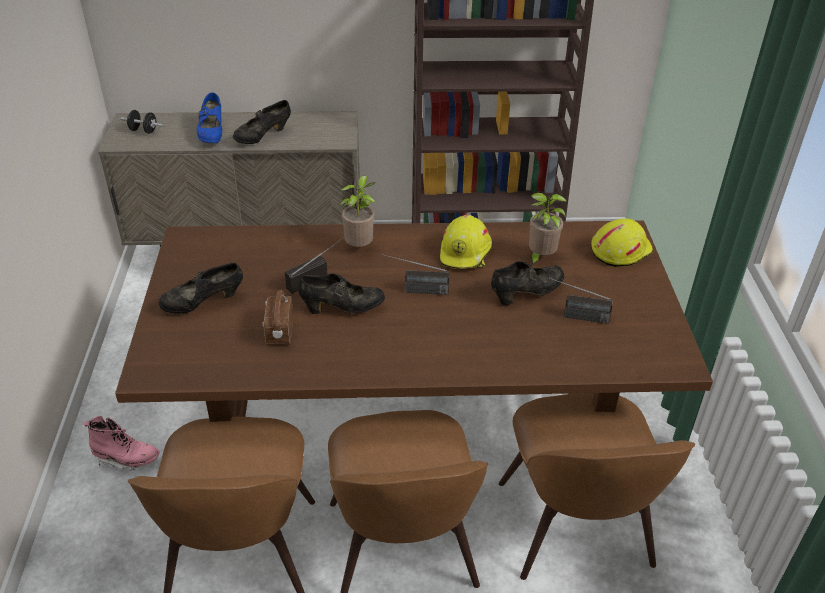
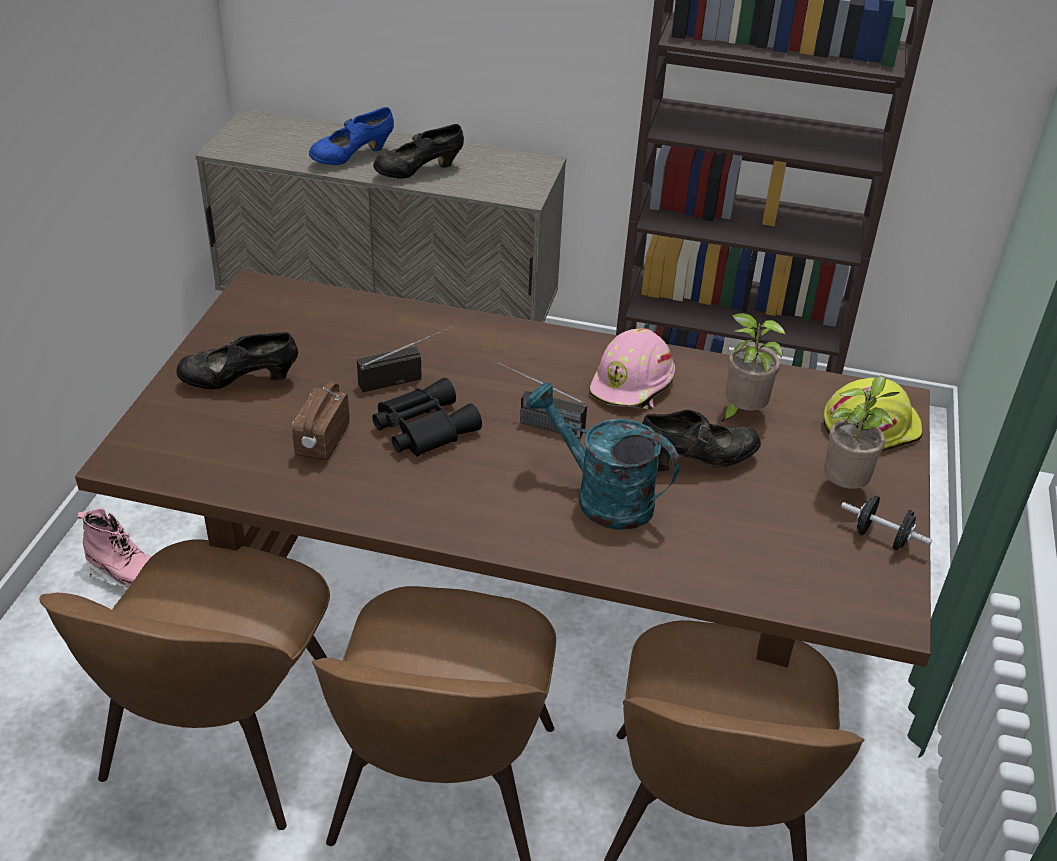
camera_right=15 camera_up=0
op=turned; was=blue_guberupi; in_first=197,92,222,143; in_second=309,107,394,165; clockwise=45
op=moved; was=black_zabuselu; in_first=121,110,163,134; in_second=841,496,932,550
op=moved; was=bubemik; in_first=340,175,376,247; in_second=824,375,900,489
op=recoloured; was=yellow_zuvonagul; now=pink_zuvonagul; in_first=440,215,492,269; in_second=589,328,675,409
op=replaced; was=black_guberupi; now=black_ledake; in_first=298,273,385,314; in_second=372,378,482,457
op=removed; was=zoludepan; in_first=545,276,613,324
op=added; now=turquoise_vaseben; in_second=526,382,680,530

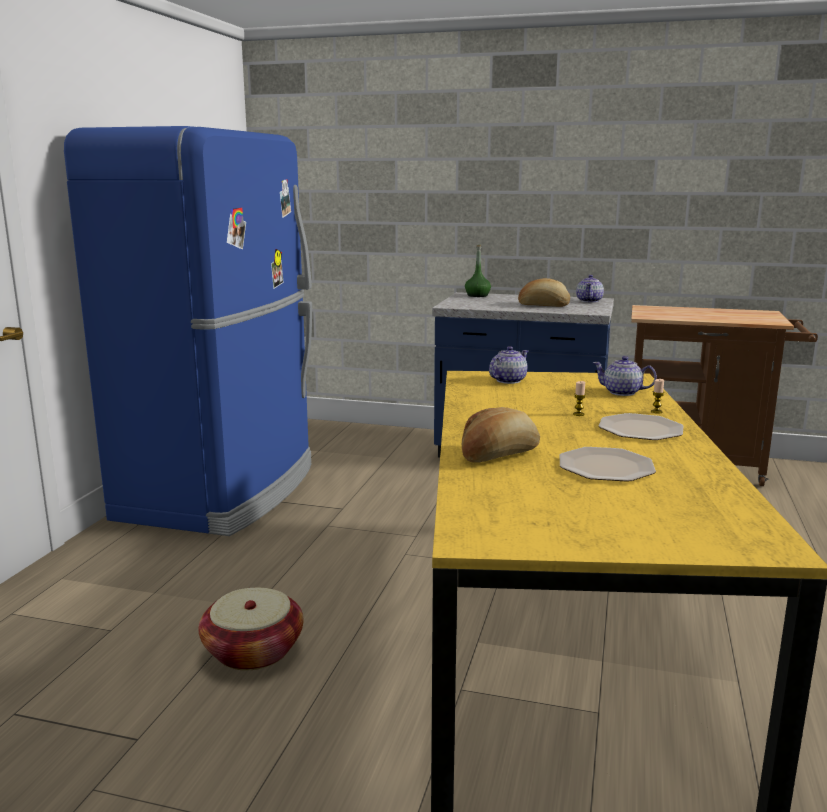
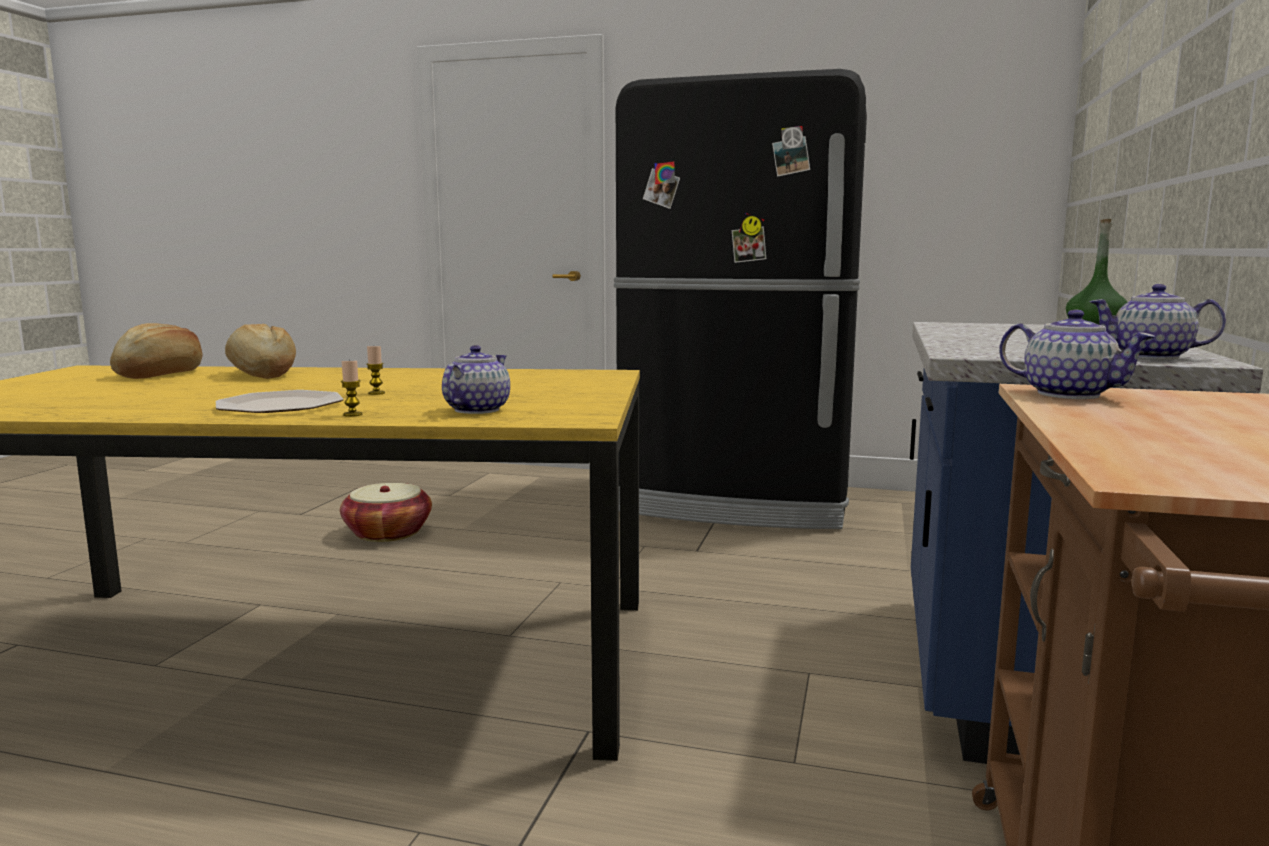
camera_right=90 camera_up=-5
op=recoloured; was=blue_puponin; now=black_puponin; in_first=64,126,312,536; in_second=614,69,867,529
op=moved; was=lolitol; in_first=518,278,570,307; in_second=110,323,203,379
op=moved; was=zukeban; in_first=489,346,528,384; in_second=999,310,1156,399
op=removed; was=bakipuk; in_first=559,447,656,482

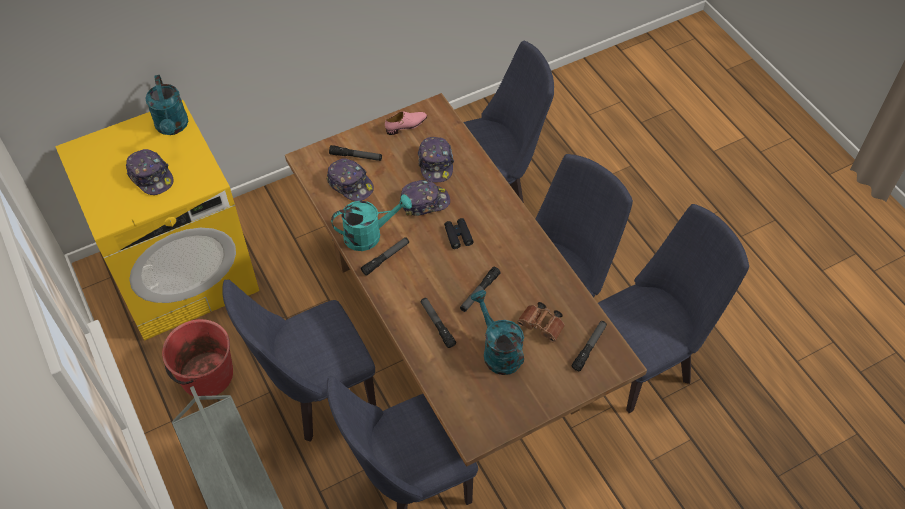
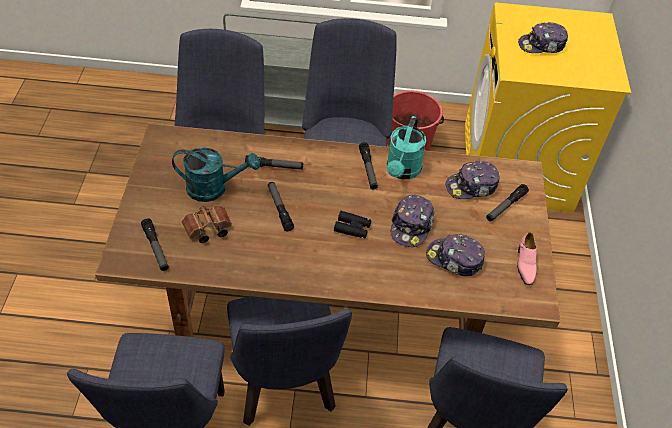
camera_right=120 camera_up=-5
op=removed; was=turquoise_vaseben; in_first=145,75,188,135

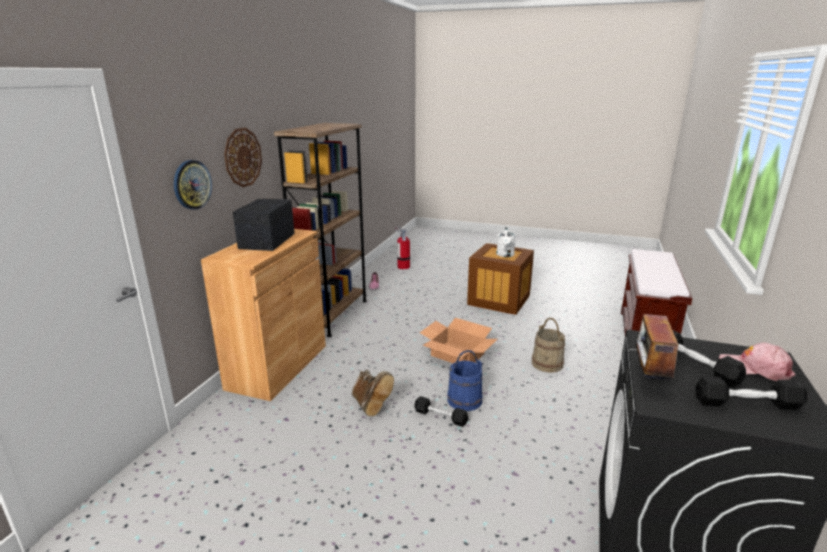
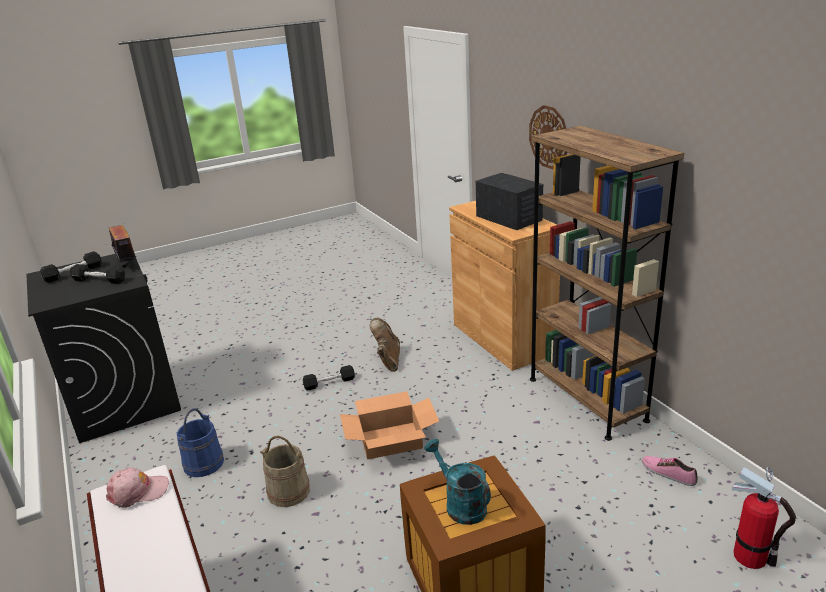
camera_right=135 camera_up=5
op=removed; was=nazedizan; in_first=174,160,212,209
op=recoloured; was=white_vaseben; now=turquoise_vaseben; in_first=496,227,515,257; in_second=424,439,491,525
op=moved; was=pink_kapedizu; in_first=719,342,795,381; in_second=106,468,169,508
op=moved; was=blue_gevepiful; in_first=447,350,484,411; in_second=177,409,224,477
op=turned; was=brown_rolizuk; in_first=352,370,394,416; in_second=369,318,400,372; clockwise=75

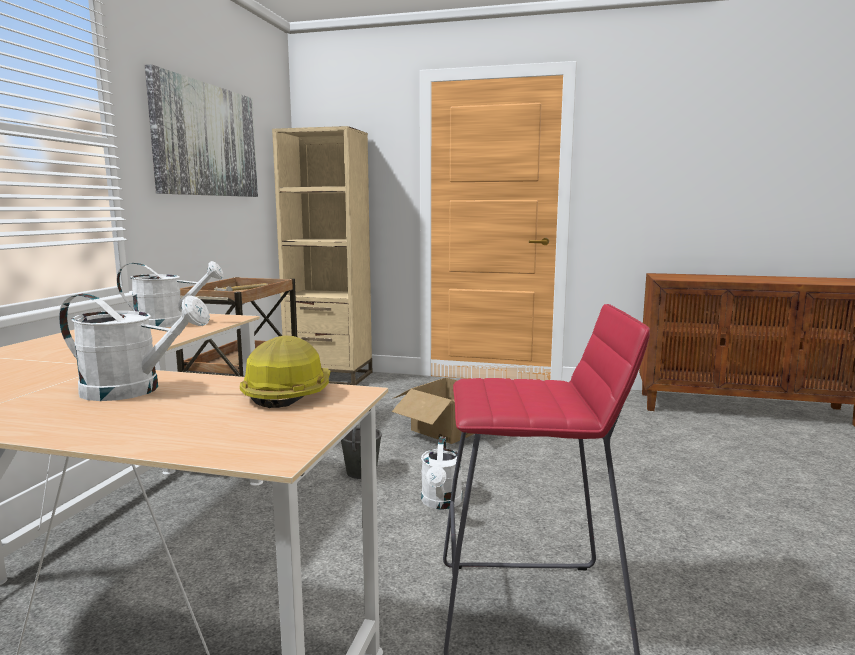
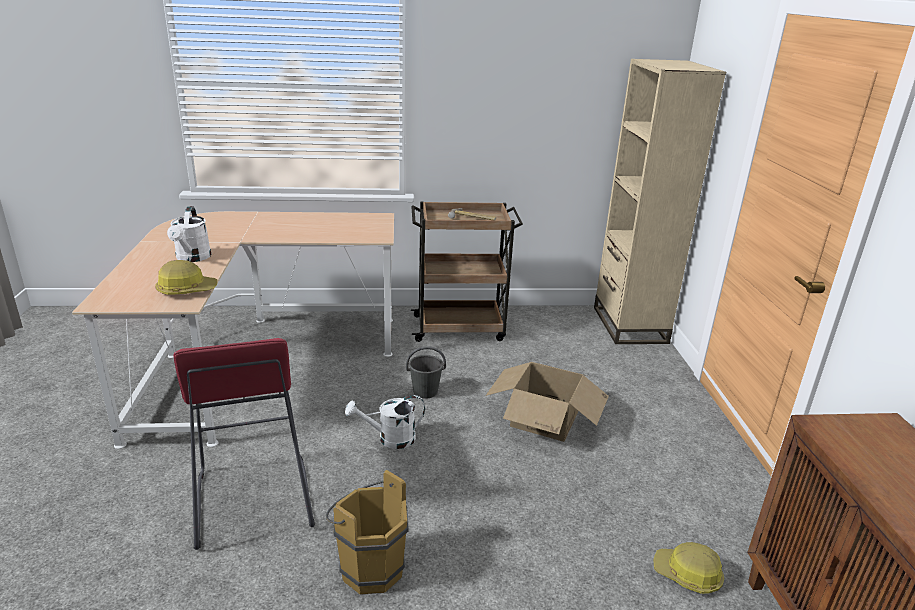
camera_right=70 camera_up=15
op=removed; was=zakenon; in_first=145,64,258,197
op=removed; was=white_vaseben; in_first=116,261,223,328
op=added; now=brown_gevepiful; in_second=326,470,409,595
op=added; now=zuvonagul; in_second=654,542,724,594

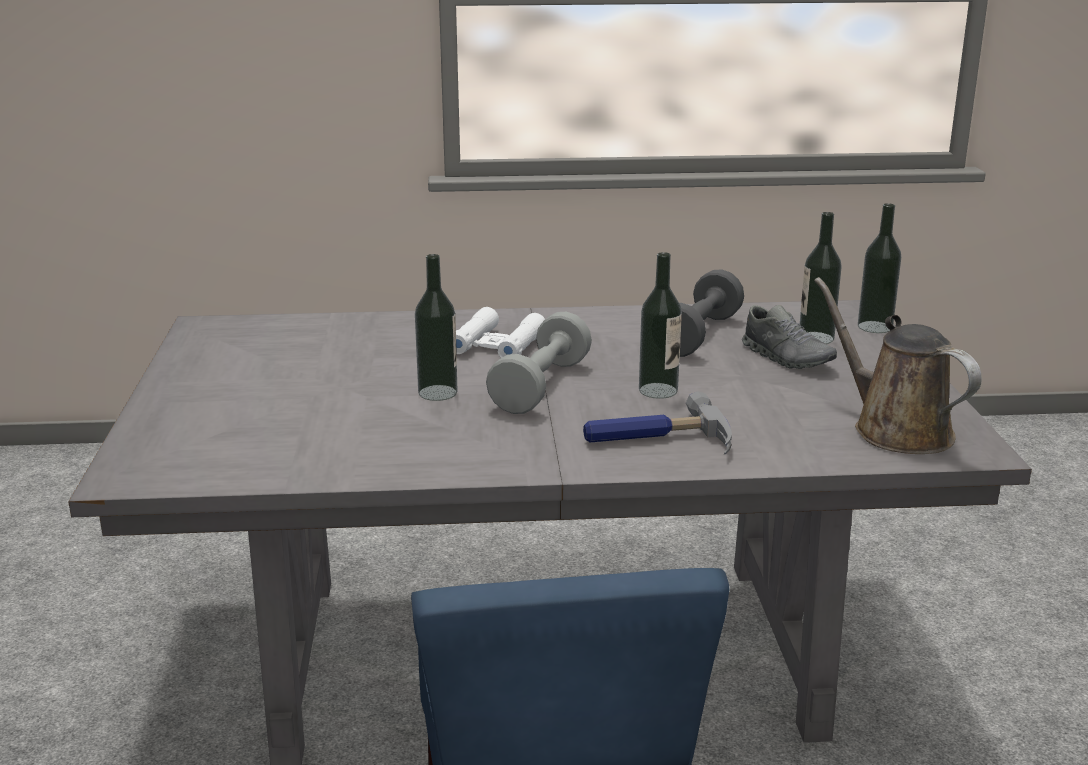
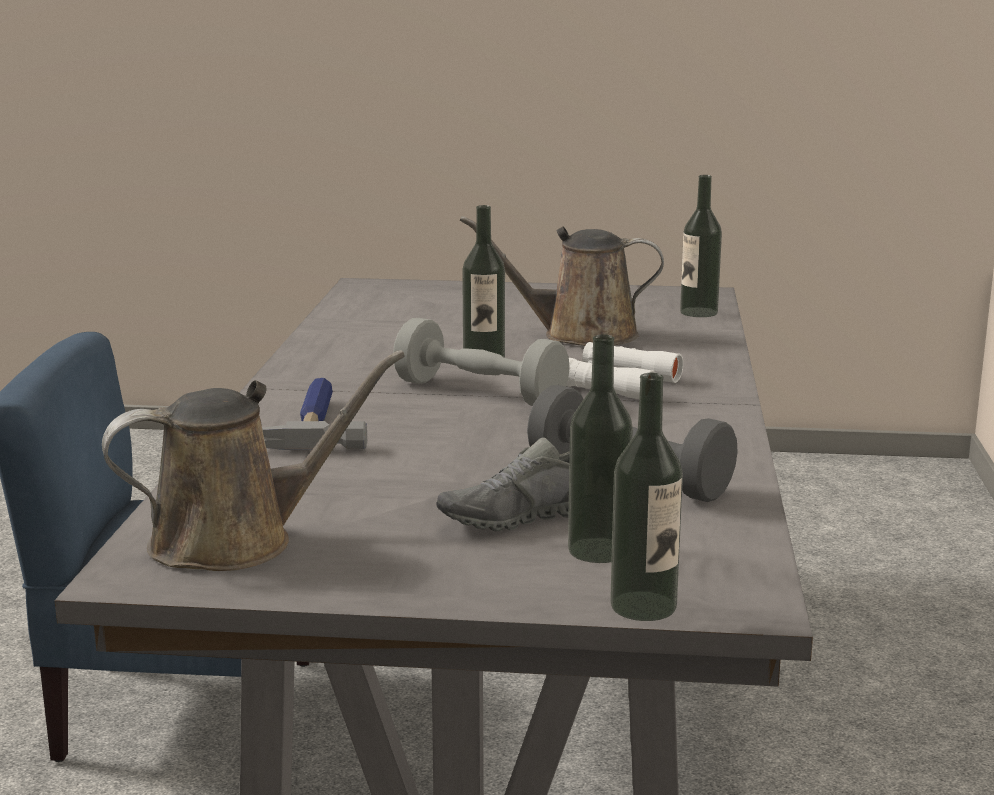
camera_right=100 camera_up=-5
op=moved; was=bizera; in_first=639,252,682,399; in_second=680,175,722,317
op=added; now=brown_vaseben; in_second=460,216,664,346

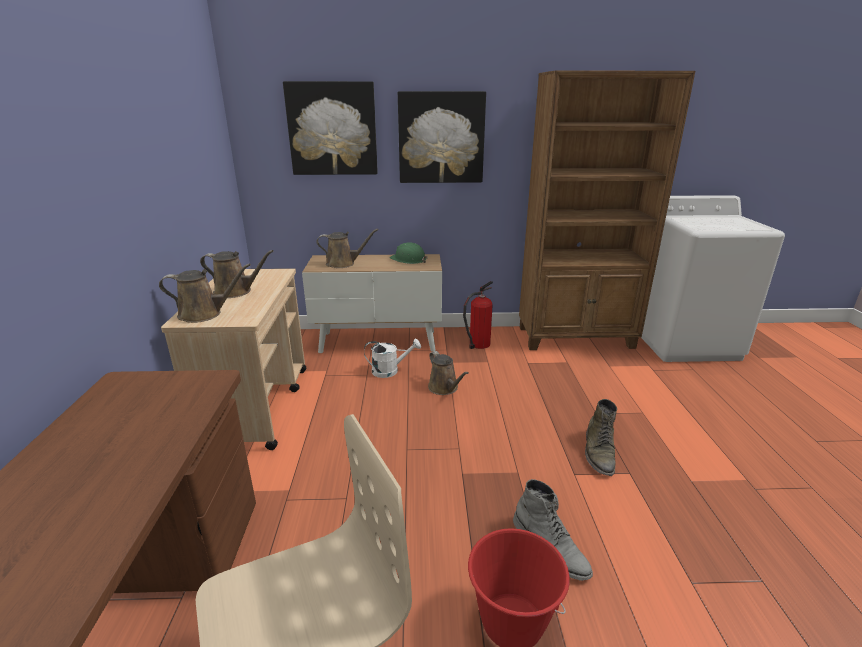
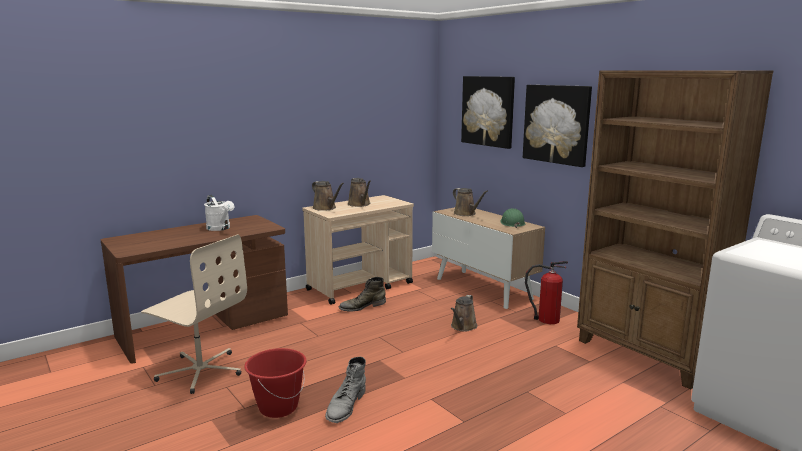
camera_right=55 camera_up=-10
op=moved; was=white_vaseben; in_first=364,339,421,378; in_second=204,195,234,231
op=moved; was=green_rolizuk; in_first=585,399,617,476; in_second=339,277,386,312

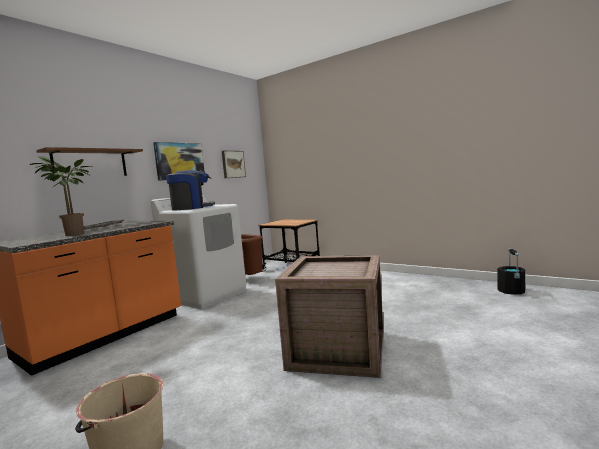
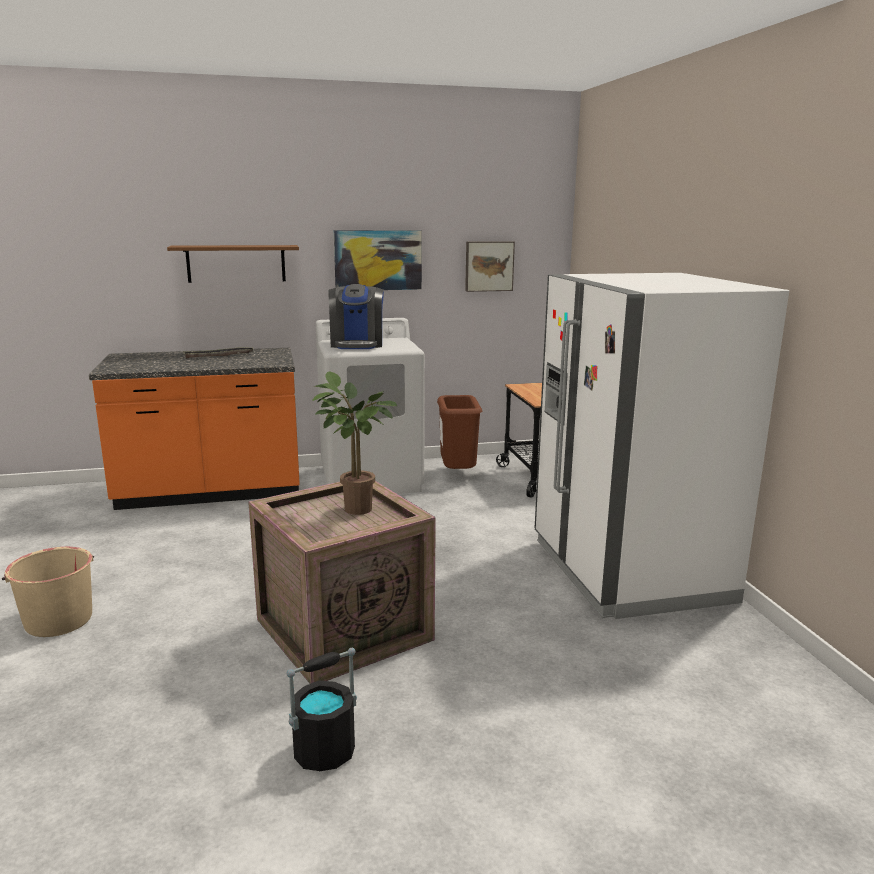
camera_right=40 camera_up=10
op=moved; was=bubemik; in_first=30,156,92,236; in_second=312,371,397,515
op=turned; was=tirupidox; in_first=166,170,215,210; in_second=328,284,384,349; clockwise=60
op=moved; was=black_gevepiful; in_first=497,248,525,295; in_second=287,648,357,772
op=added; now=white_puponin; in_second=535,273,789,619

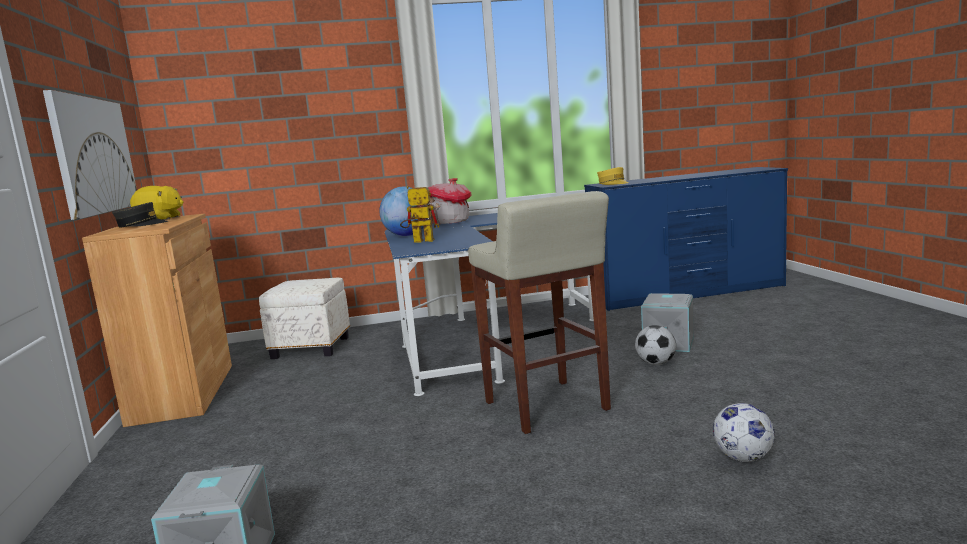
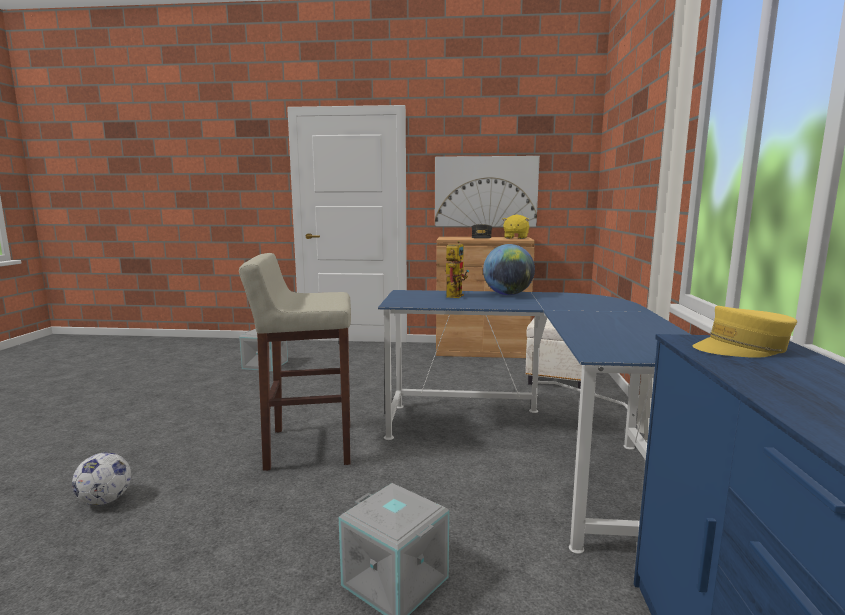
camera_right=105 camera_up=0
op=removed; was=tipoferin; in_first=428,178,472,225
op=removed; was=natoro; in_first=635,325,676,365

